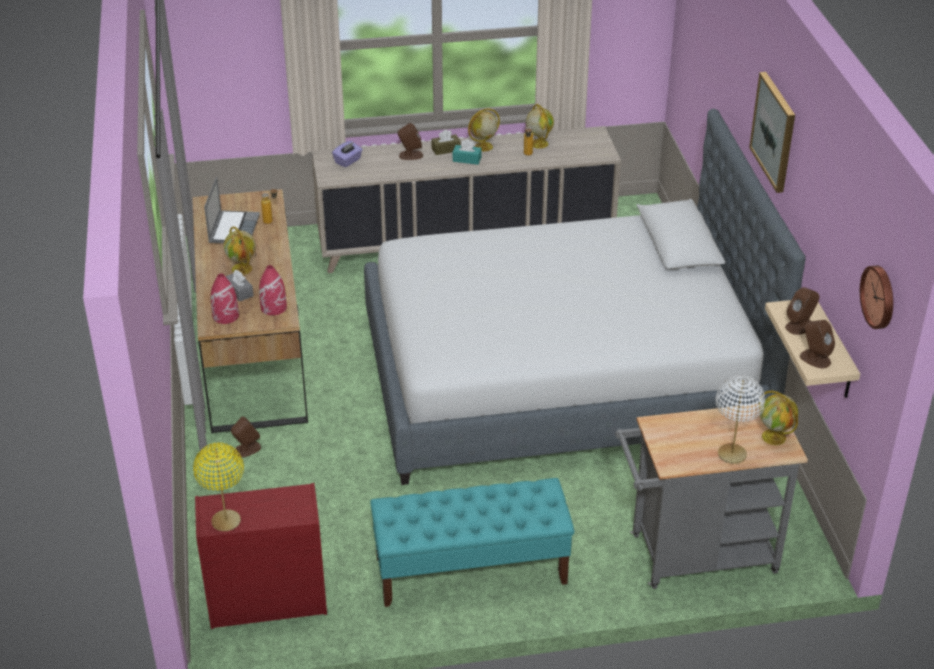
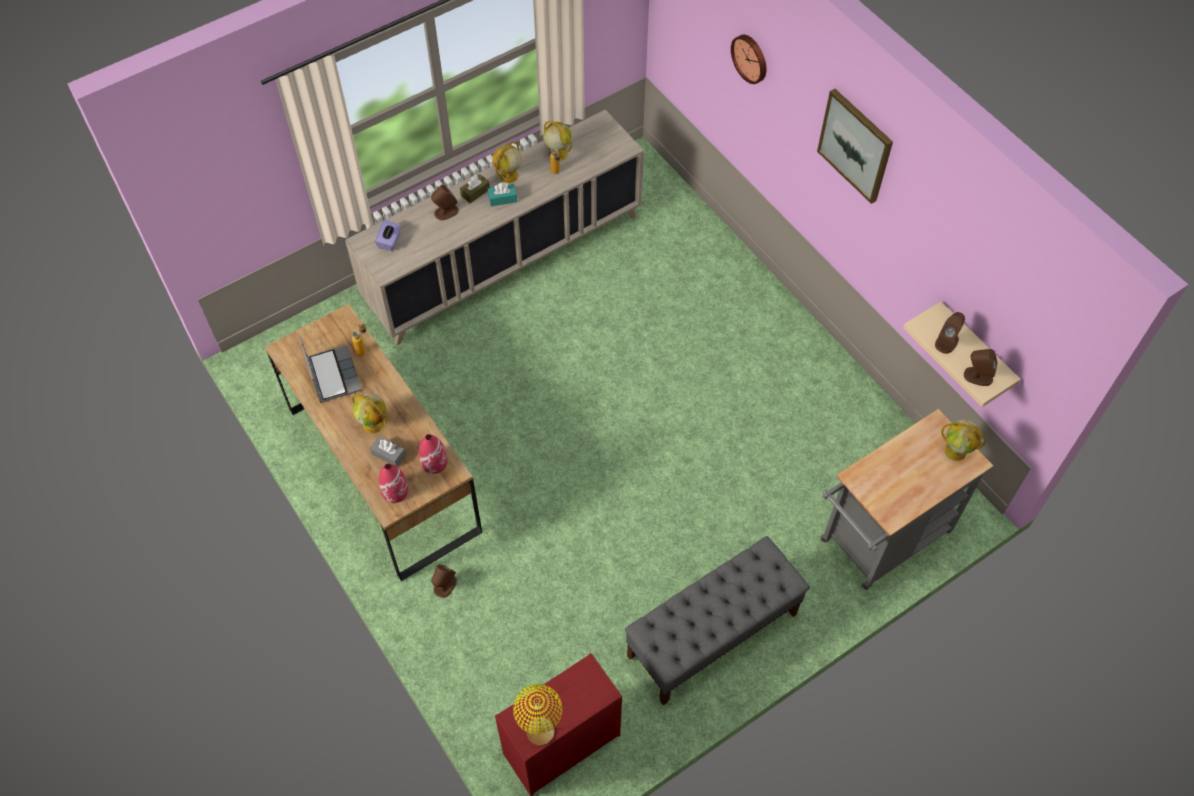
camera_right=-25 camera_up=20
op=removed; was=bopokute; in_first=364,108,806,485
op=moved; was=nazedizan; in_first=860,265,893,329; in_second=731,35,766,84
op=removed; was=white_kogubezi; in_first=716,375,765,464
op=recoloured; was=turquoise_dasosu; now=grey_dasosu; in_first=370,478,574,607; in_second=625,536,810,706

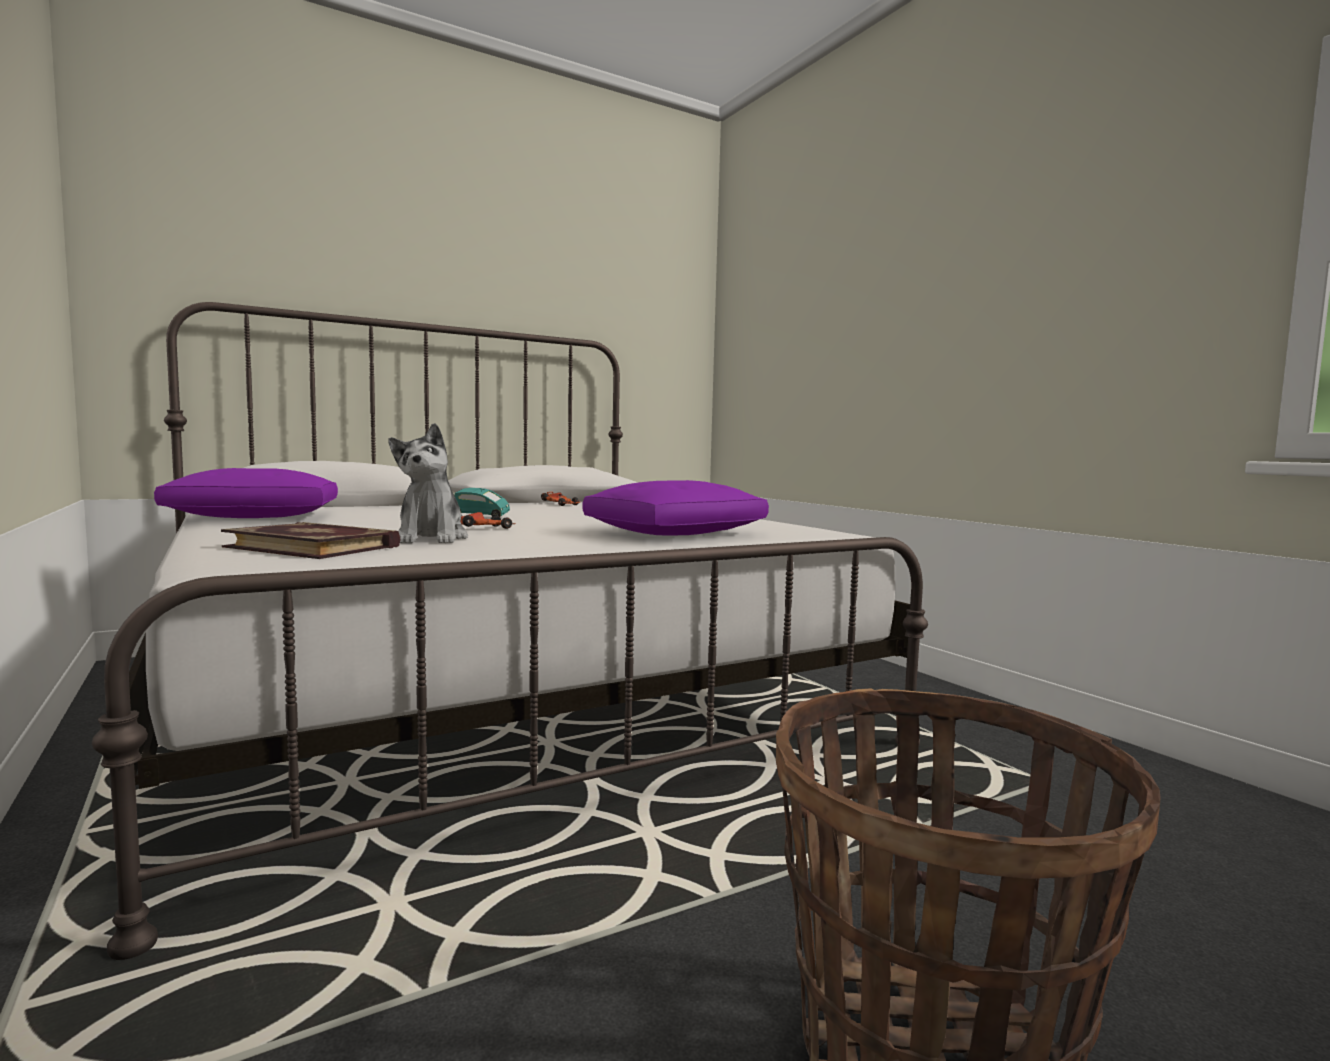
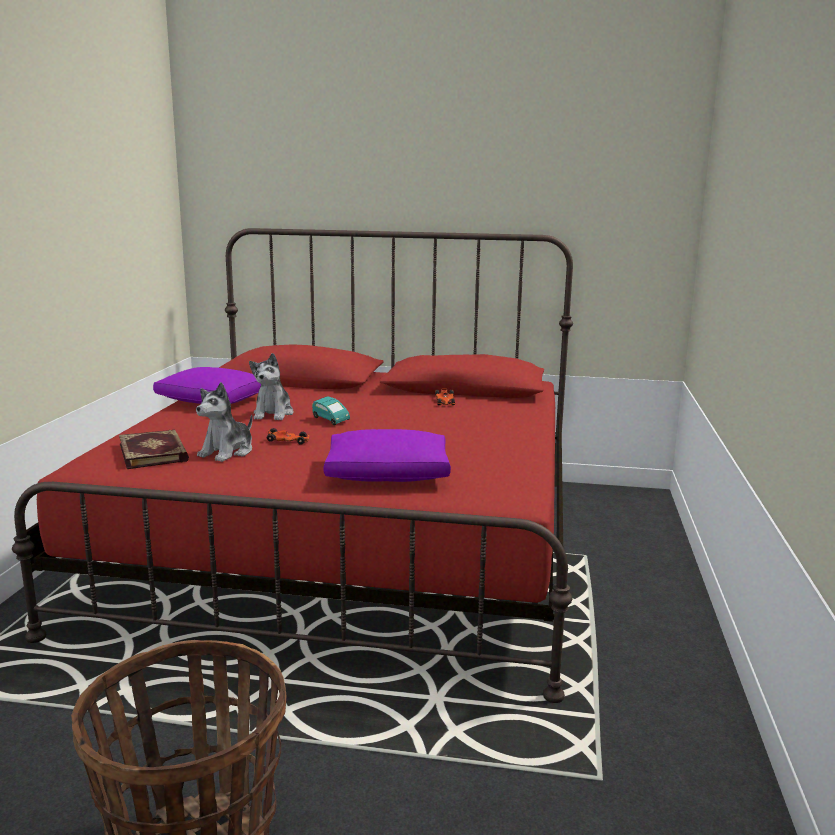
camera_right=40 camera_up=10
op=recoloured; was=white_bopokute; now=red_bopokute; in_first=92,302,928,960; in_second=12,228,573,703
op=added; now=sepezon; in_second=249,353,294,420

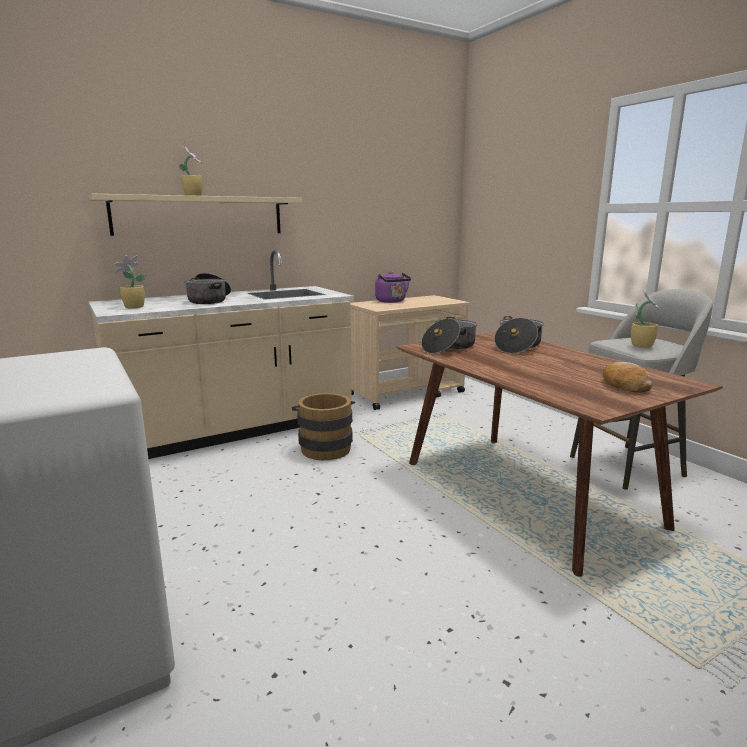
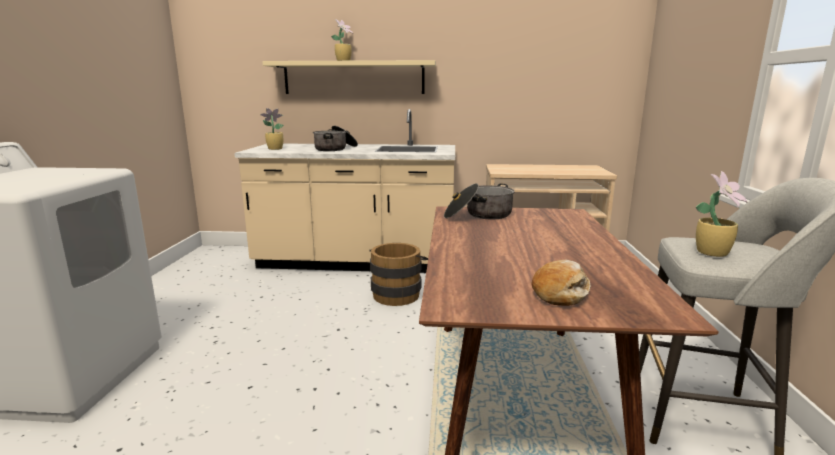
camera_right=35 camera_up=0
op=removed; was=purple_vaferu; in_first=375,271,411,303
op=removed; was=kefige; in_first=494,316,544,354

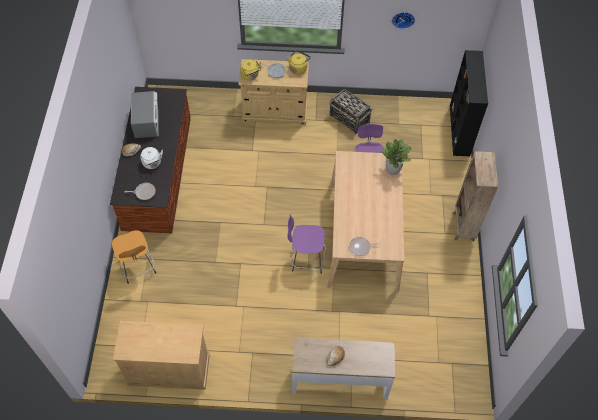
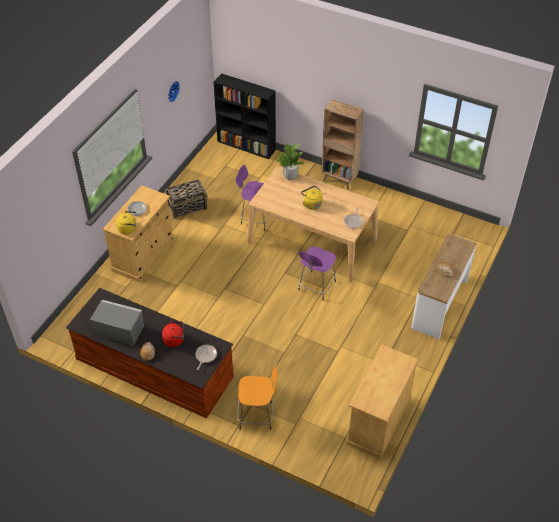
camera_right=-65 camera_up=-10
op=moved; was=yellow_vaferu; in_first=287,50,311,75; in_second=301,186,323,210
op=recoloured; was=white_vaferu; now=red_vaferu; in_first=140,147,163,169; in_second=162,321,184,347

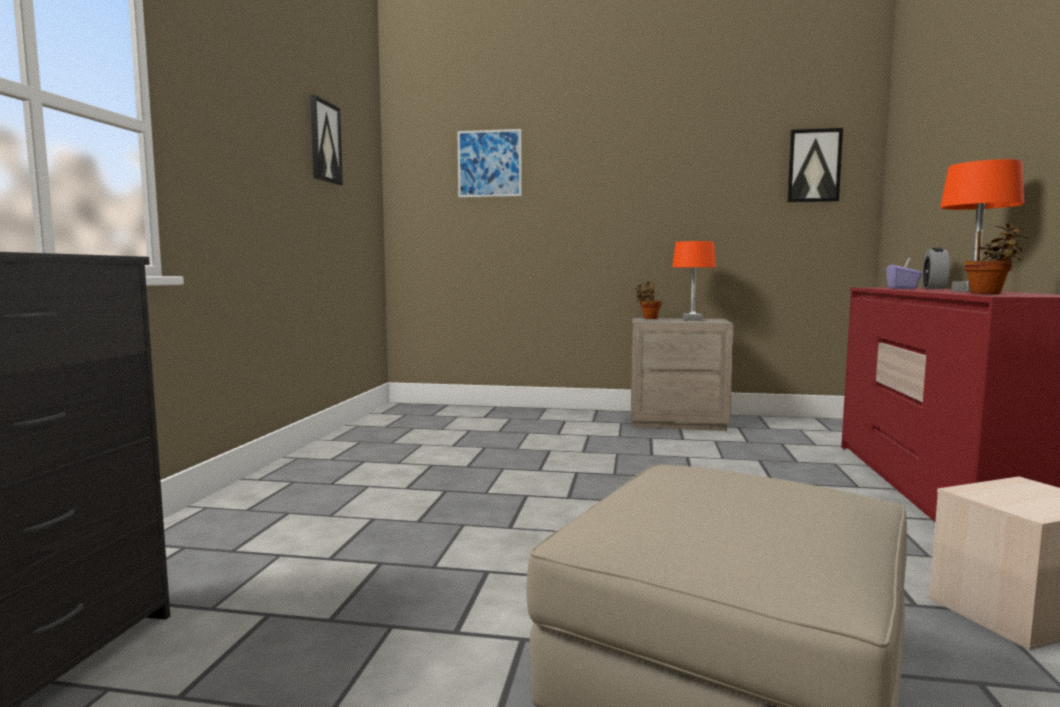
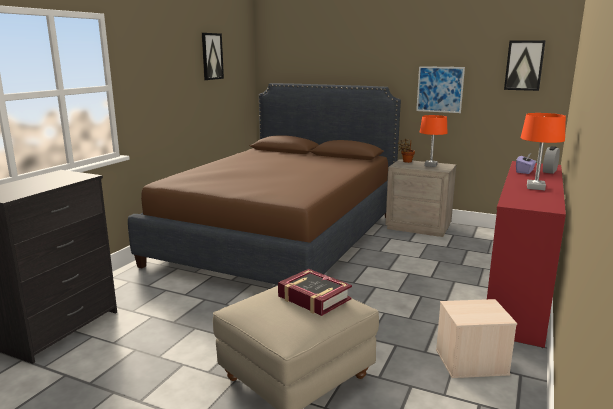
camera_right=15 camera_up=10
op=moved; was=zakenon; in_first=458,129,522,198; in_second=416,66,465,113
op=removed; was=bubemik; in_first=964,224,1028,294
op=added; now=brown_bopokute; in_second=128,83,401,285
op=added; now=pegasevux; in_second=278,269,352,316

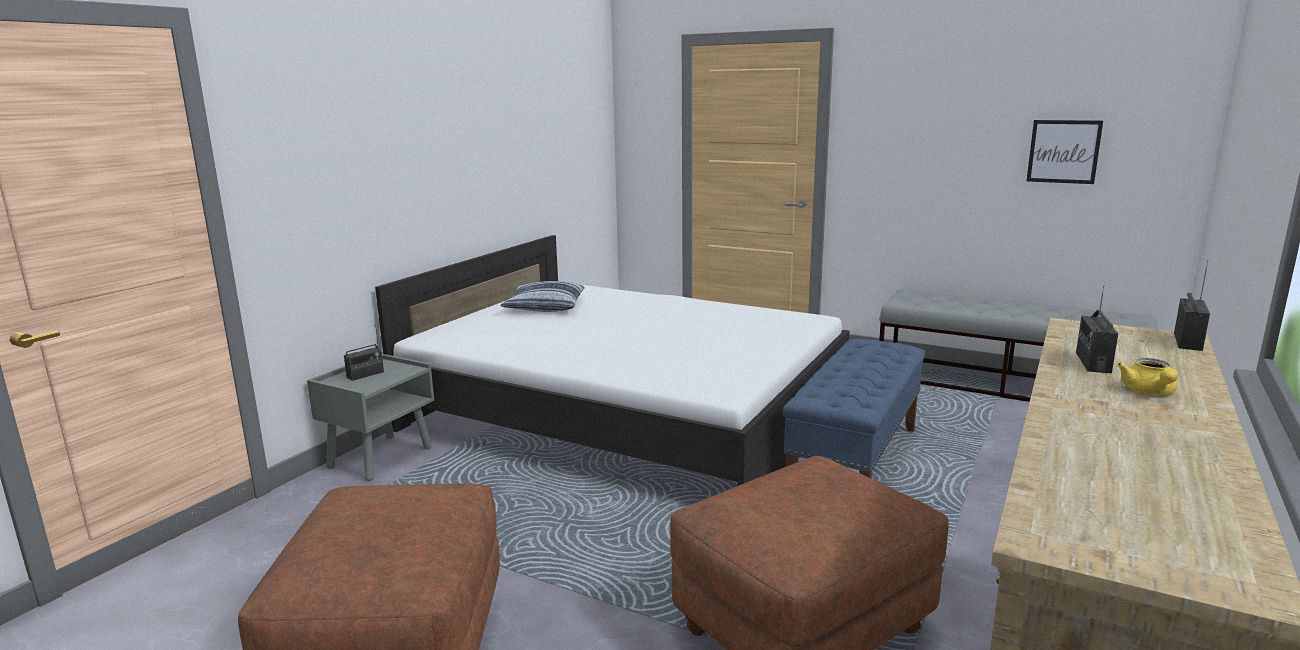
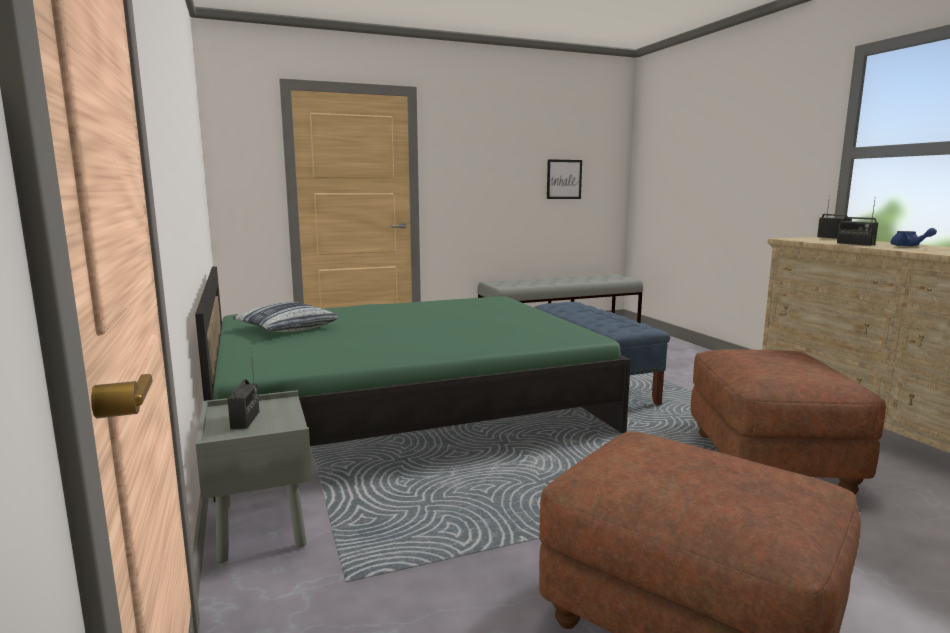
camera_right=-50 camera_up=-5
op=recoloured; was=white_bopokute; now=green_bopokute; in_first=375,235,849,486; in_second=195,266,631,502
op=recoloured; was=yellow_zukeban; now=blue_zukeban; in_first=1117,358,1178,395; in_second=890,228,937,247

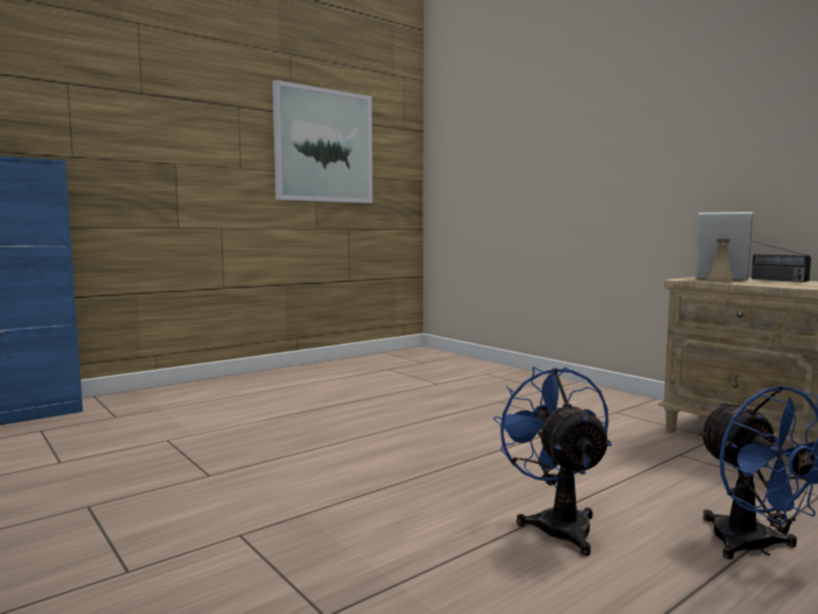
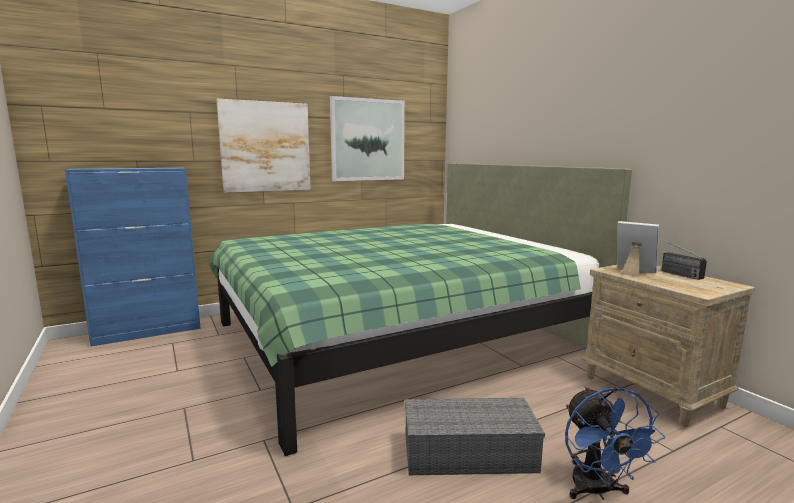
camera_right=10 camera_up=5
op=replaced; was=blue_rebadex; now=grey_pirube; in_first=493,366,612,555; in_second=405,398,545,475
op=added; now=zakenon; in_second=217,99,311,193
op=added; now=green_bopokute; in_second=210,163,632,456

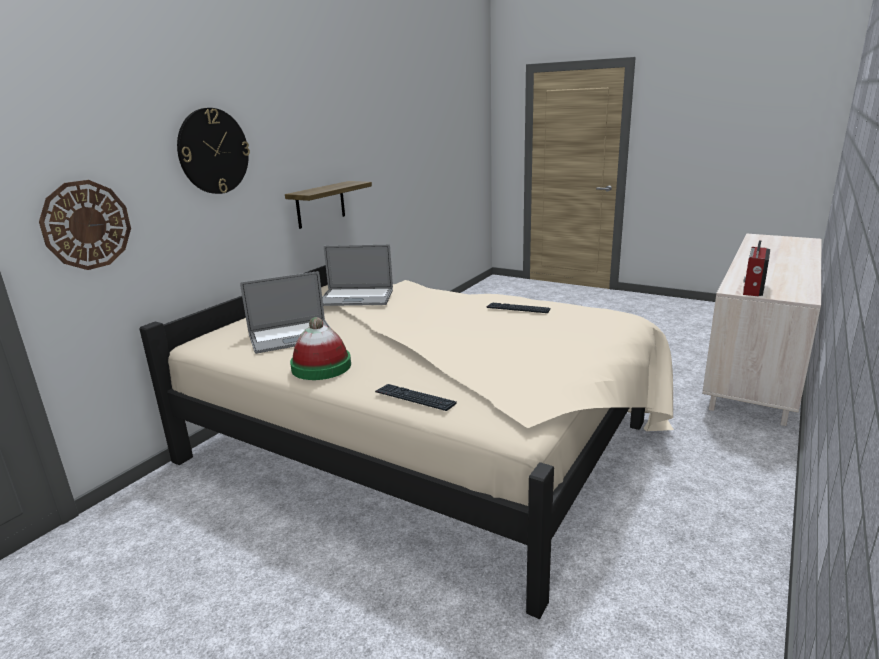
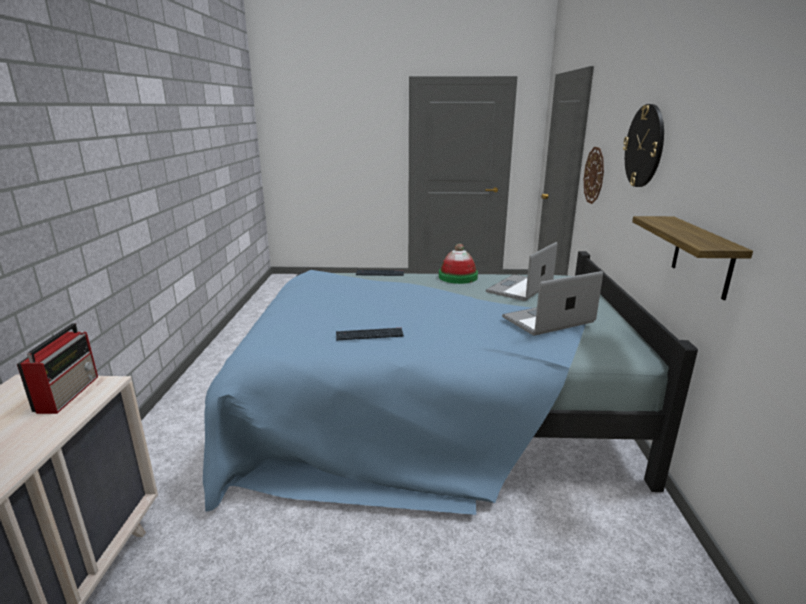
camera_right=150 camera_up=0
op=recoloured; was=beige_bopokute; now=blue_bopokute; in_first=139,265,674,619; in_second=203,251,698,515

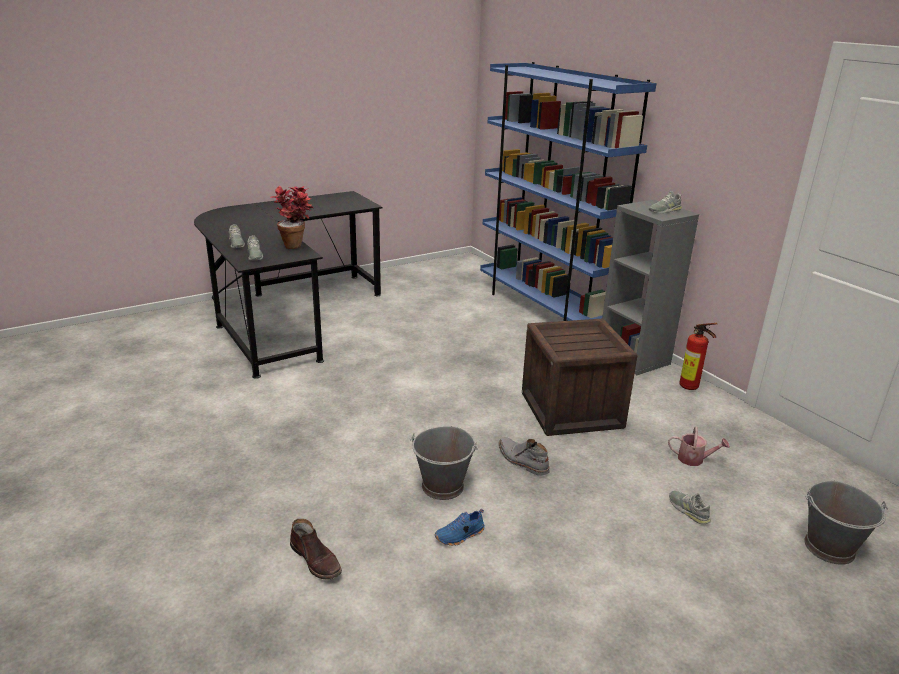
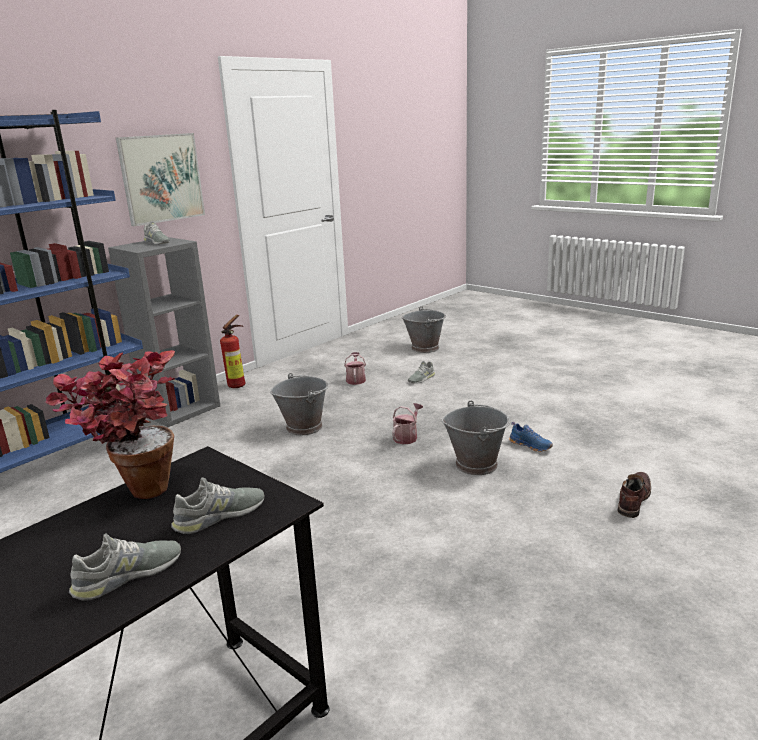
camera_right=-105 camera_up=-5
op=replaced; was=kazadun; now=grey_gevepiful; in_first=522,319,637,436; in_second=270,373,329,435
op=replaced; was=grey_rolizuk; now=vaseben; in_first=499,437,549,476; in_second=392,403,423,444
op=added; now=zakenon; in_second=116,133,205,226

